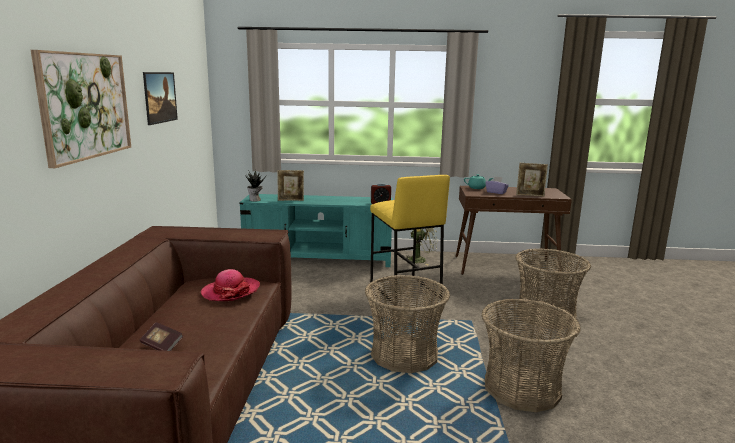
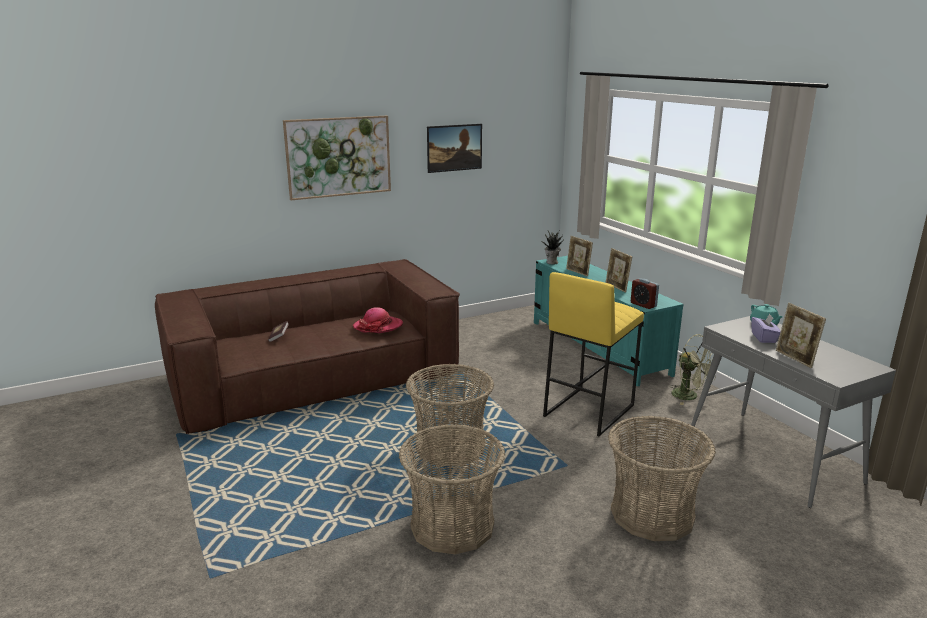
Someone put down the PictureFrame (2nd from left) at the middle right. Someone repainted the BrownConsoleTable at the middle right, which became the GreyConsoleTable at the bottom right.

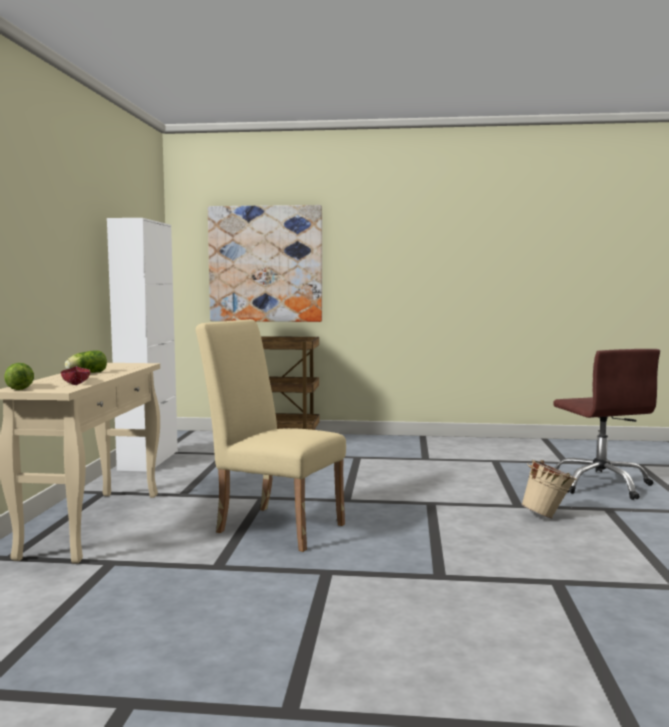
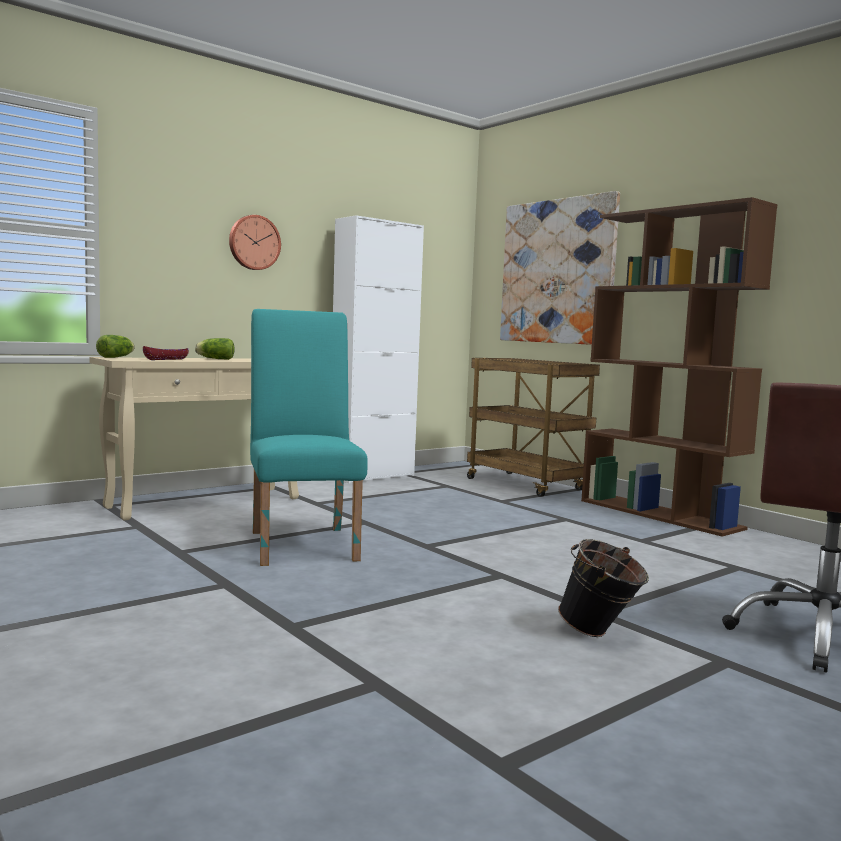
Someone put up the WallClock at the top left. Someone put down the BrownBookcase at the middle right. Someone repainted the BeigeChair at the centre, which became the TurquoiseChair at the centre. Someone repainted the BeigeBucket at the bottom right, which became the BlackBucket at the bottom right.

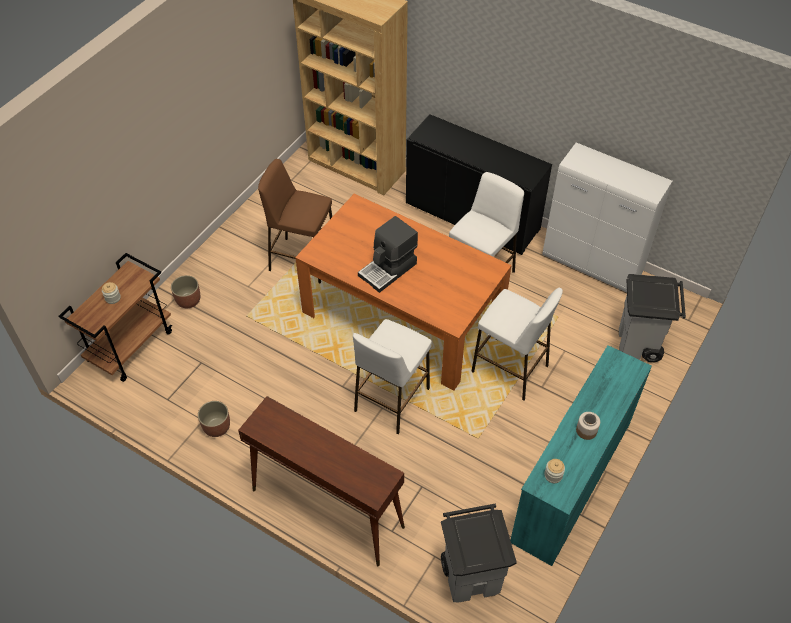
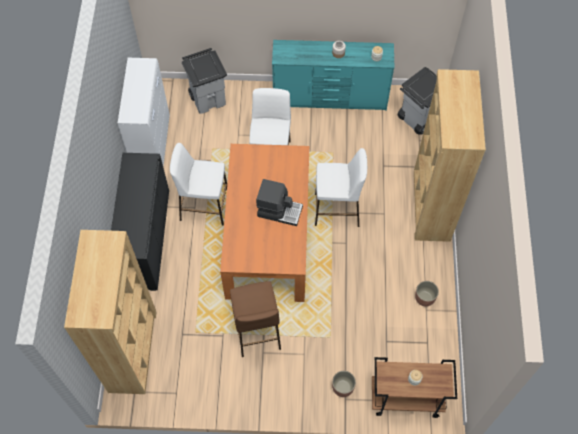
Someone swapped the BrownConsoleTable at the bottom centre for the BrownBookcase (2nd from left) at the middle right.

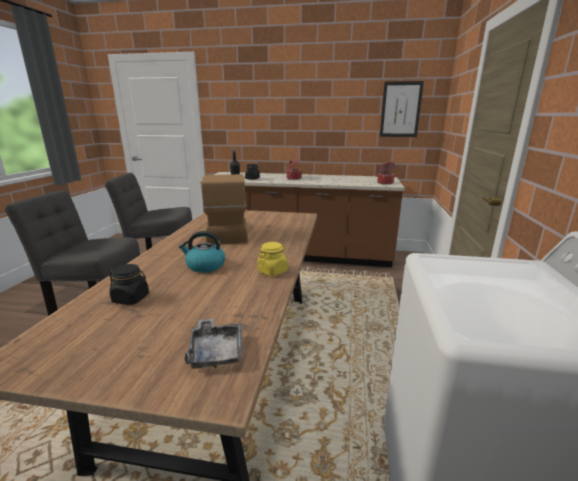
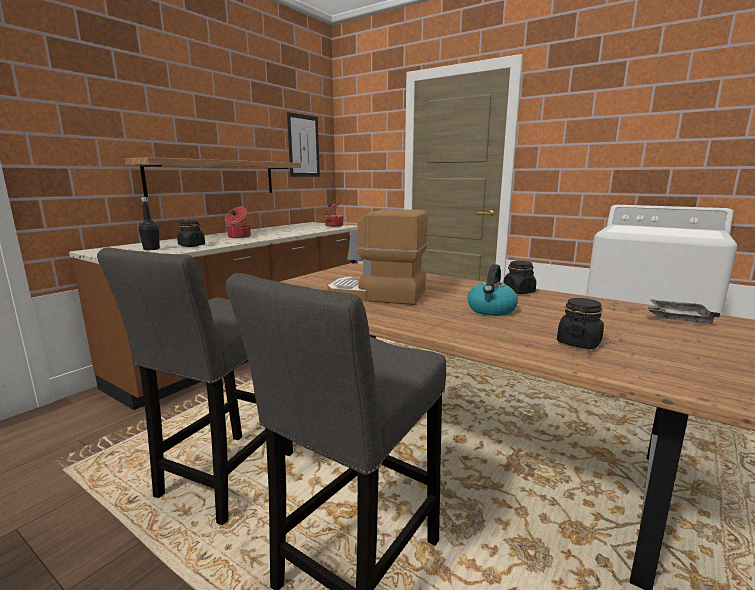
Someone put up the Shelf at the top left. Someone repainted the YellowJar at the centre, which became the BlackJar (2nd from left) at the middle right.

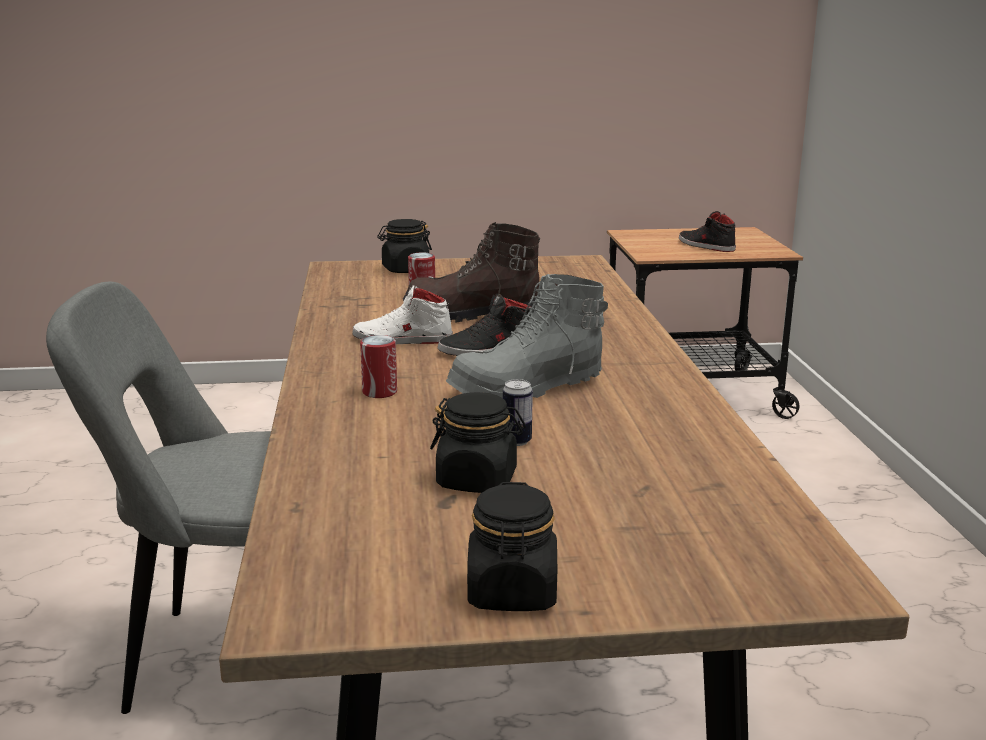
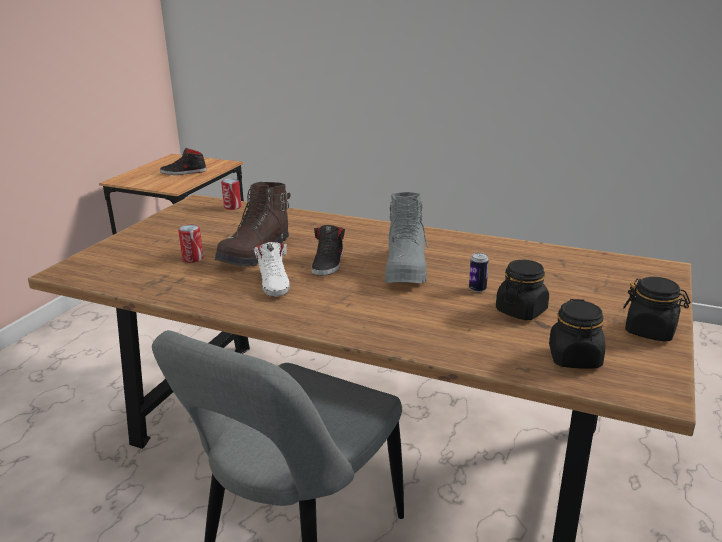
Someone carried the Can (1st from left in the first image) from the centre to the middle left. Someone carried the BlackJar (1st from left in the first image) from the top centre to the middle right. Someone rotated the WhiteShoe at the centre by 45 degrees counterclockwise.

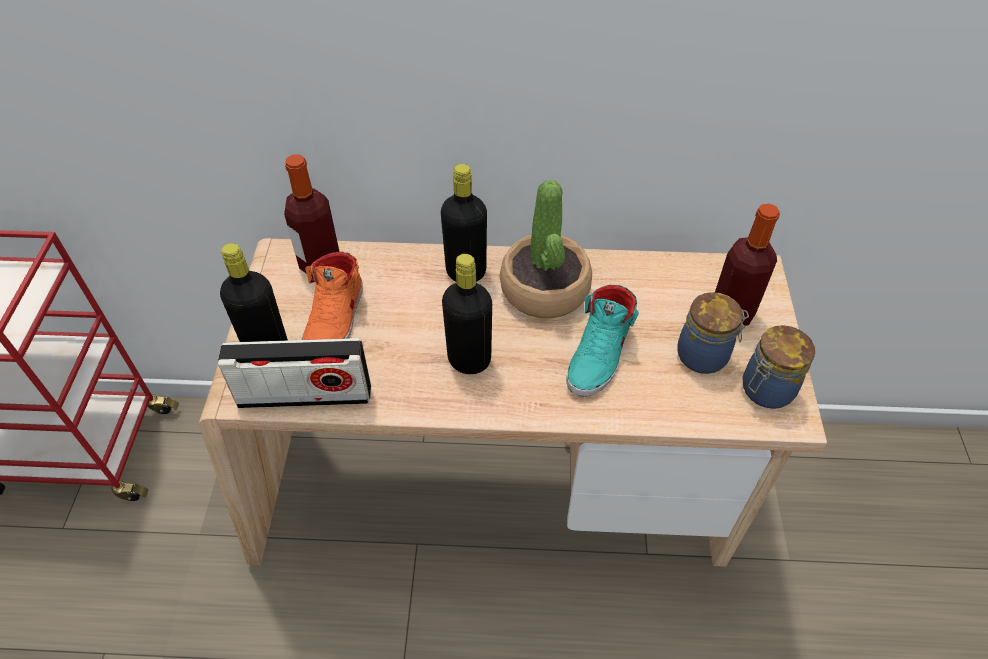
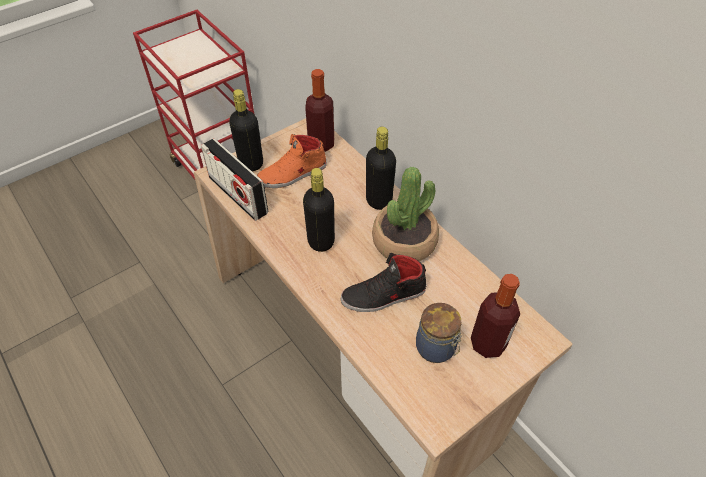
Someone took away the Jar (2nd from left) at the middle right. Someone repainted the TurquoiseShoe at the centre, which became the BlackShoe at the centre.

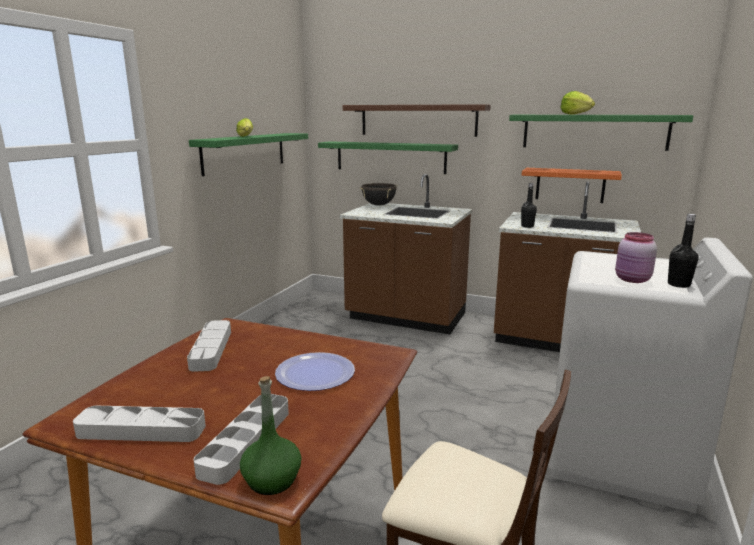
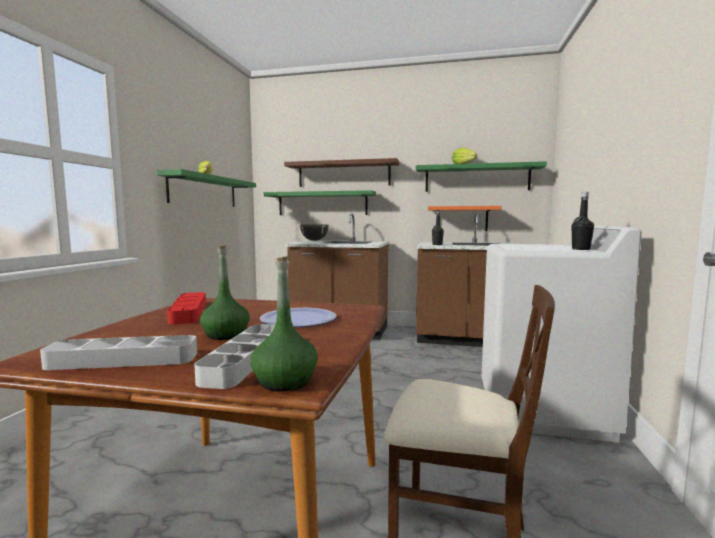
Someone took away the PinkJar at the middle right. Someone put down the GreenBottle (1st from left) at the middle left. Someone repainted the GreyTray (2nd from left) at the middle left, which became the RedTray at the middle left.

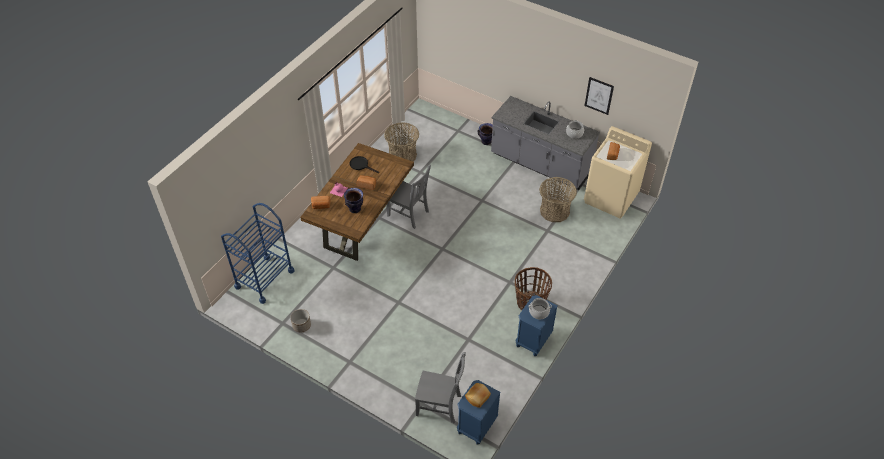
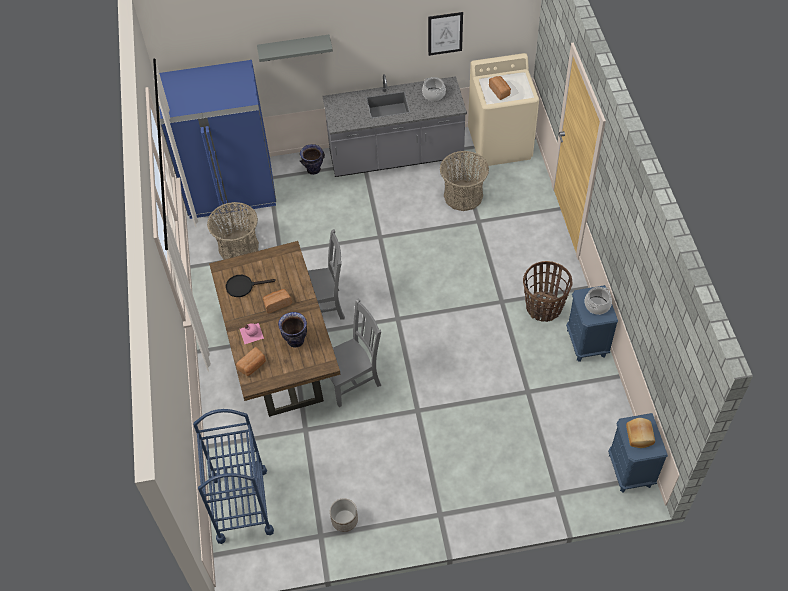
Someone put down the BlueFridge at the top left. Someone put up the GreyShelf at the top centre. Someone carried the GreyChair (2nd from left) from the bottom centre to the centre.

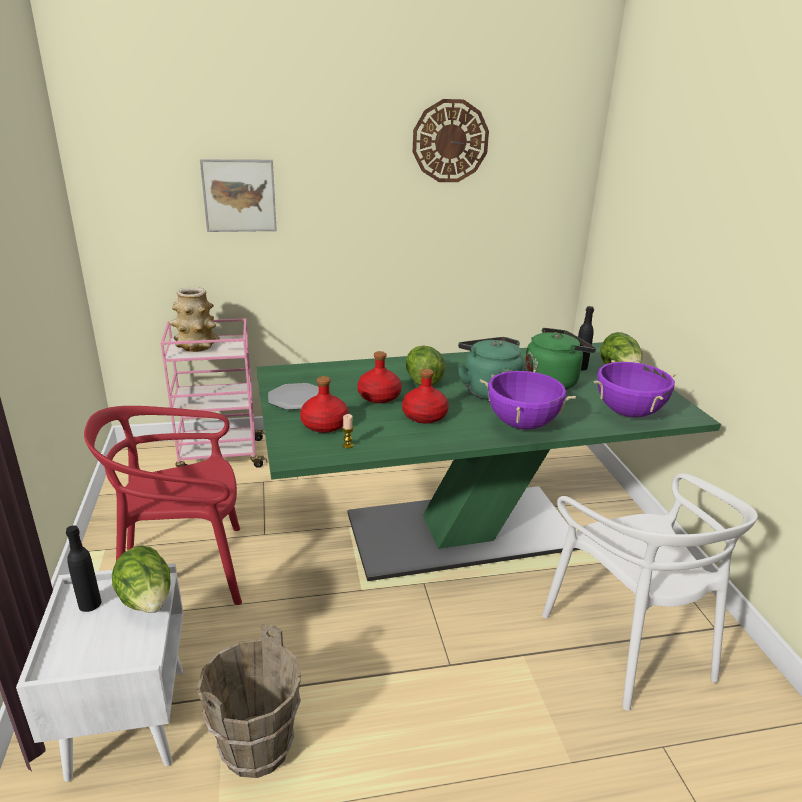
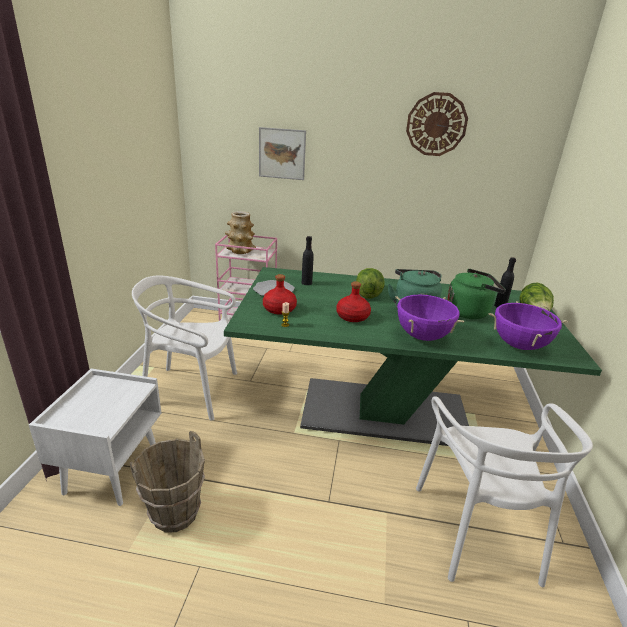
Someone took away the Lettuce (1st from left) at the bottom left. Someone took away the RedBottle (2nd from left) at the centre. Someone carried the BlackBottle (1st from left) from the bottom left to the centre. Someone repainted the RedChair at the middle left, which became the WhiteChair (1st from left) at the middle left.

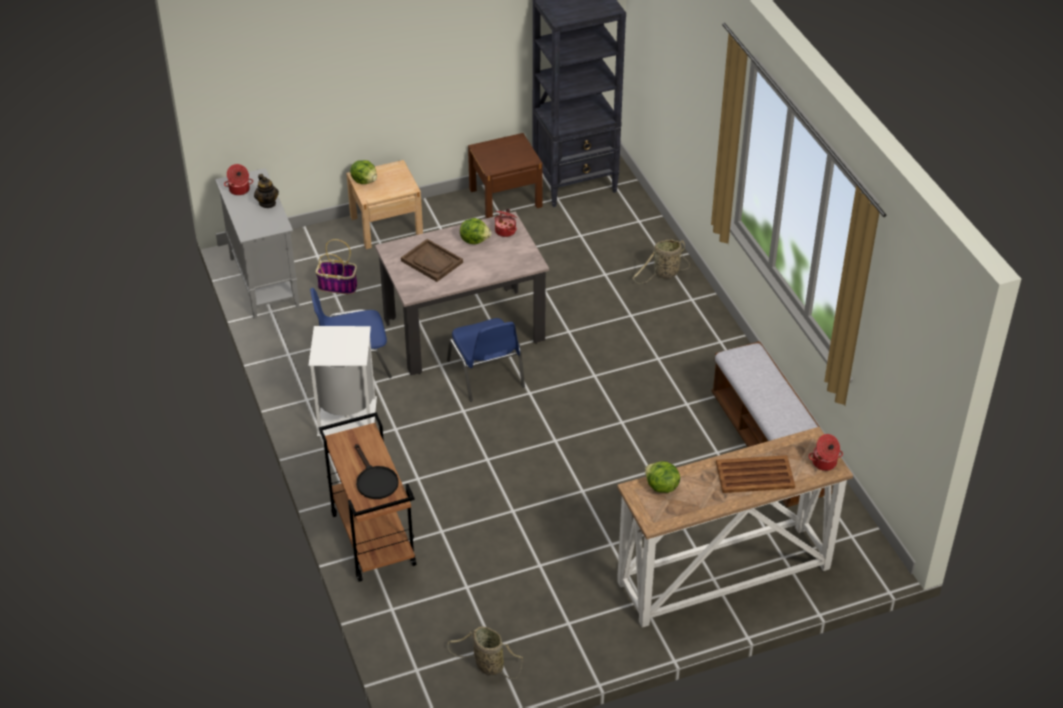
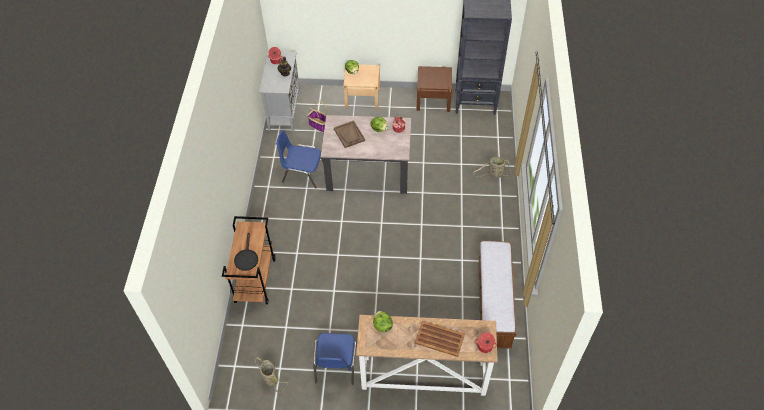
Someone took away the WhiteTrashCan at the middle left. Someone carried the BlueChair (2nd from left) from the centre to the bottom centre.

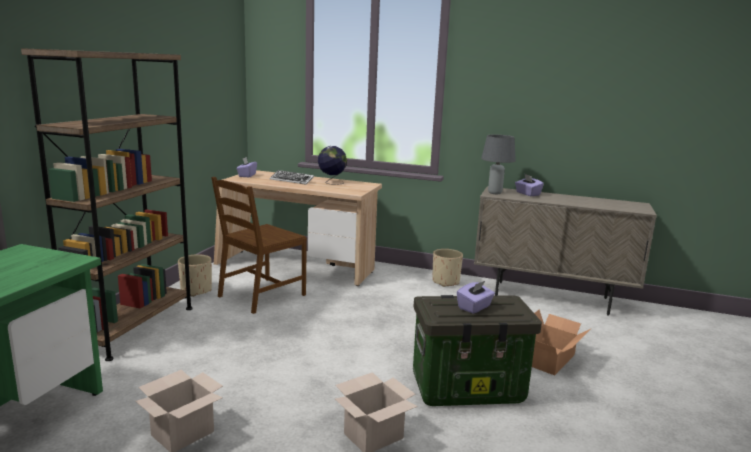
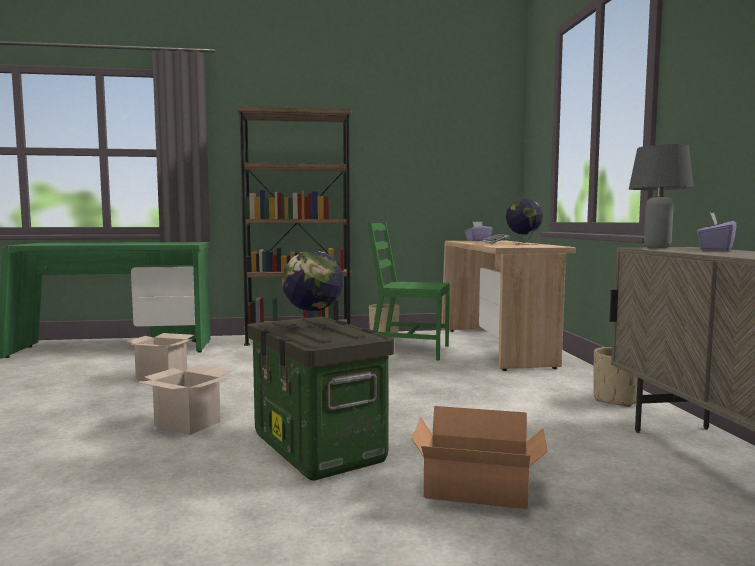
Someone swapped the PurpleTissueBox (2nd from left) at the centre for the Globe (1st from left) at the centre. Someone repainted the BrownChair at the centre, which became the GreenChair at the centre.

